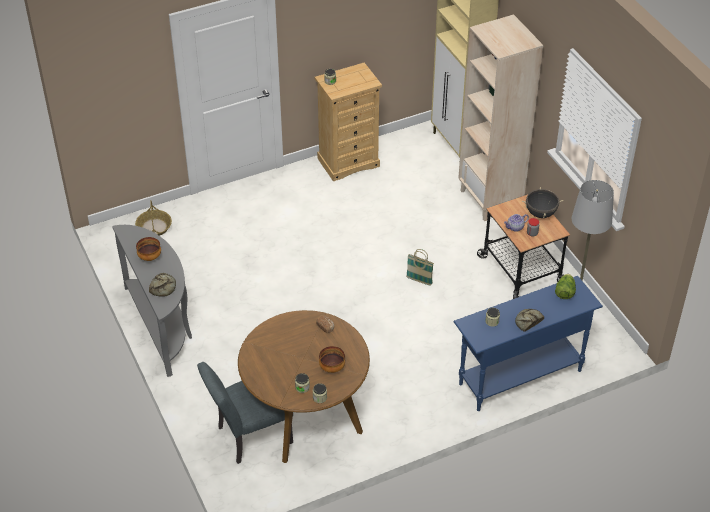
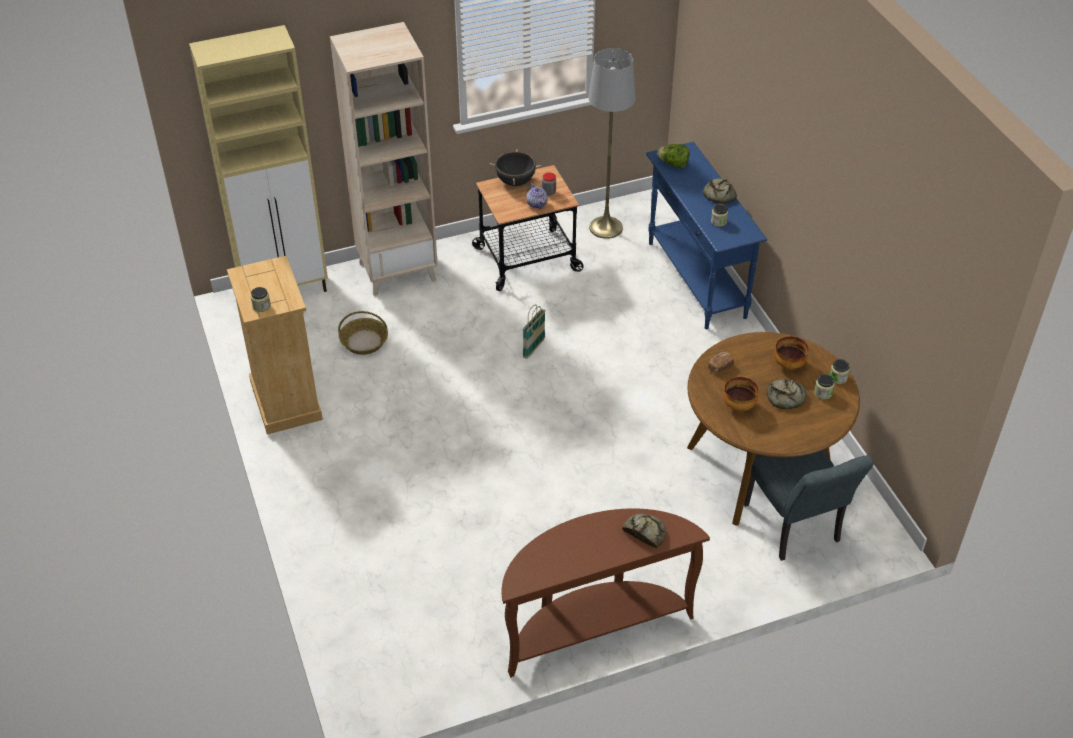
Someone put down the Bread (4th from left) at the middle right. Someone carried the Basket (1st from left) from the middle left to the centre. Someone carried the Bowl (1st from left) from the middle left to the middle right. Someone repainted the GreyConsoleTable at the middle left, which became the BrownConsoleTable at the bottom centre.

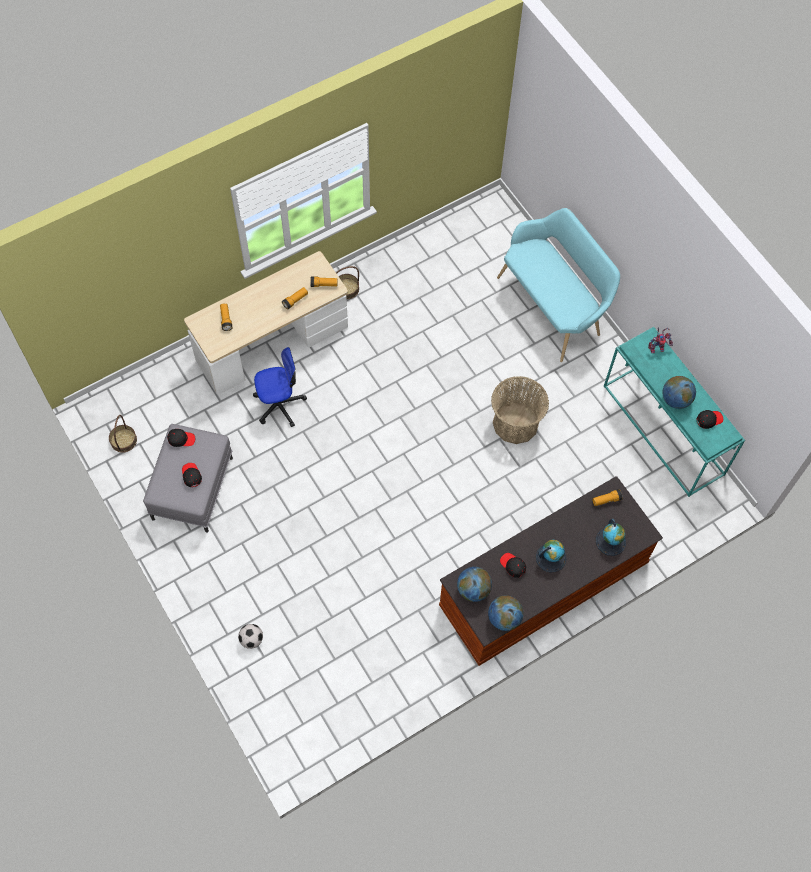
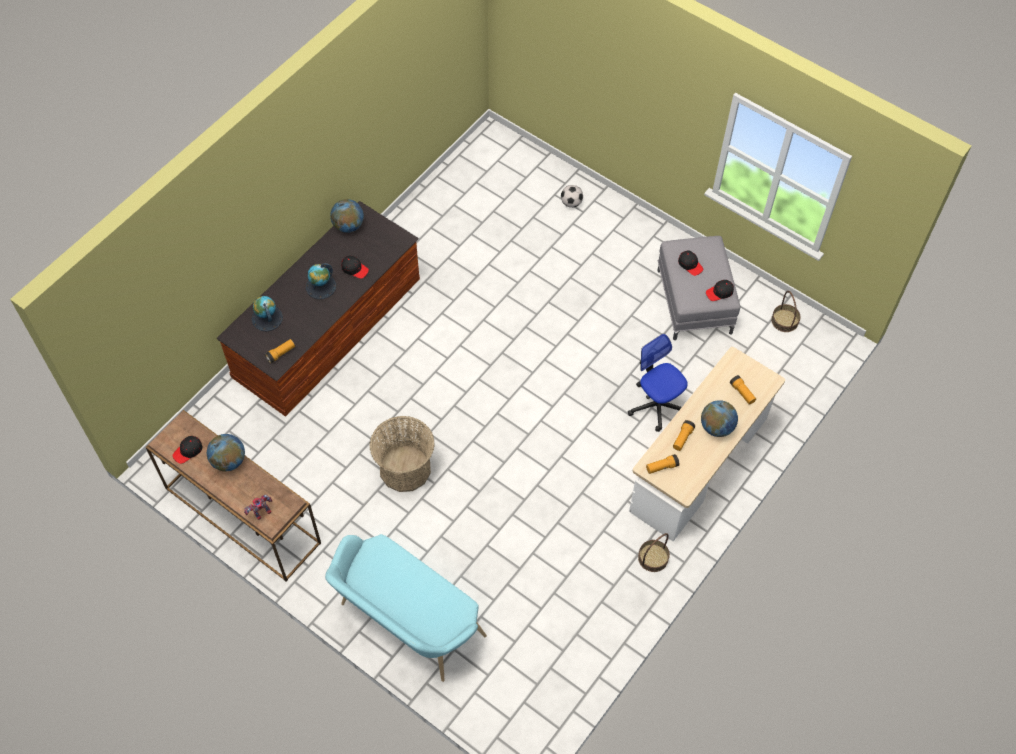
Someone carried the Globe (1st from left in the first image) from the bottom centre to the middle right. Someone repainted the TurquoiseConsoleTable at the middle right, which became the BrownConsoleTable at the middle left. Someone rotated the OfficeChair at the centre by 90 degrees clockwise.

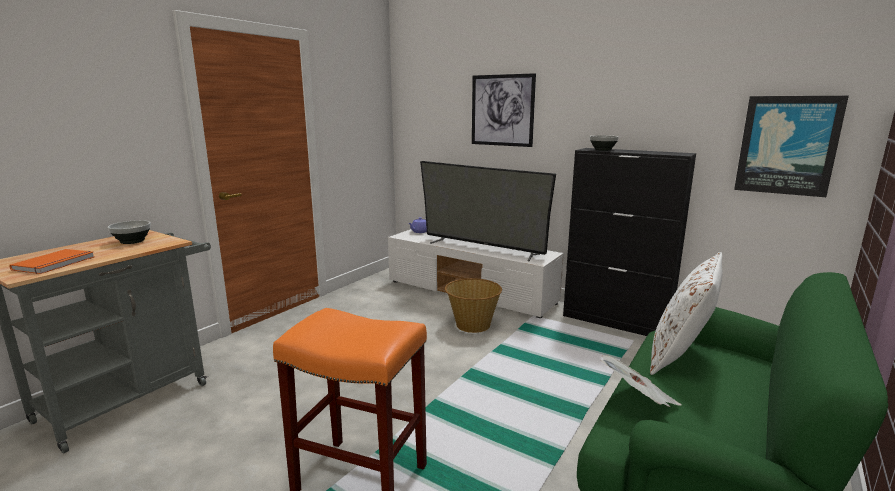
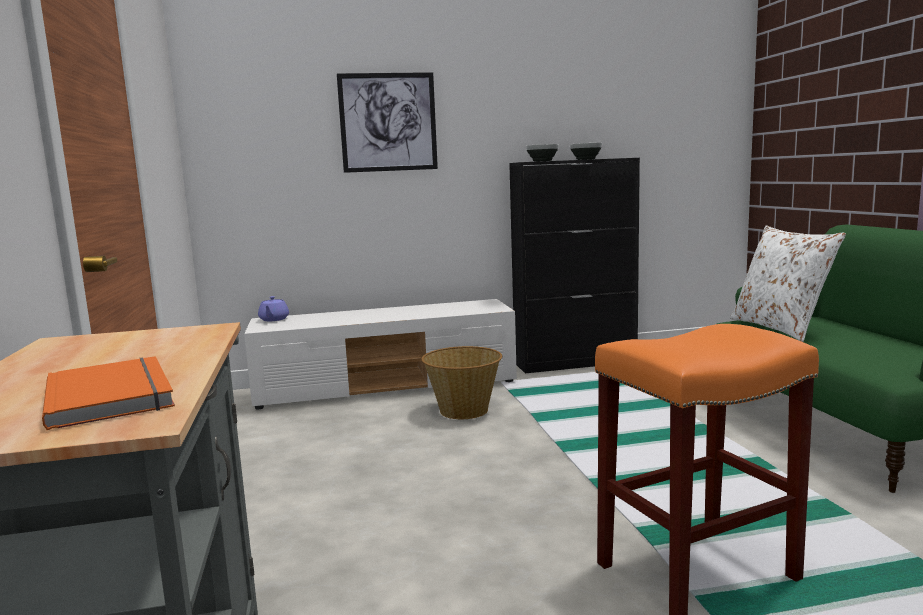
Someone took away the Television at the centre. Someone took away the Newspaper at the bottom right. Someone took away the Picture (2nd from left) at the top right. Someone carried the Bowl (1st from left in the first image) from the middle left to the top centre.

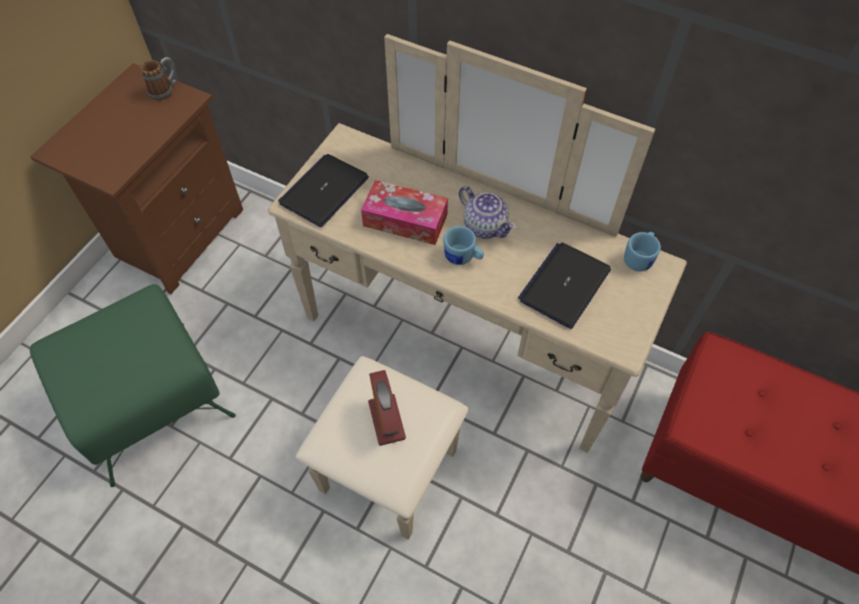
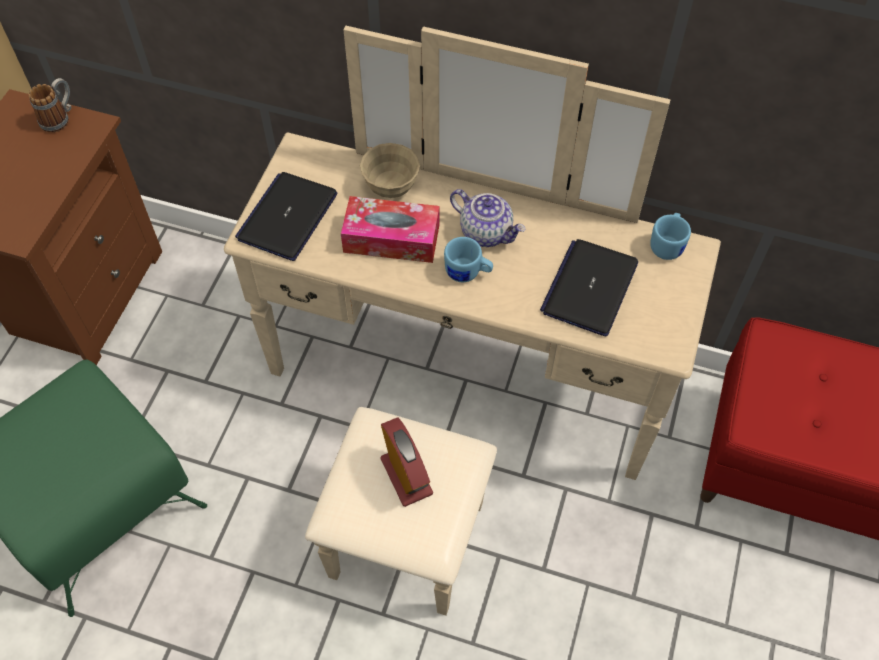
Someone put down the BeigeBowl at the top centre.

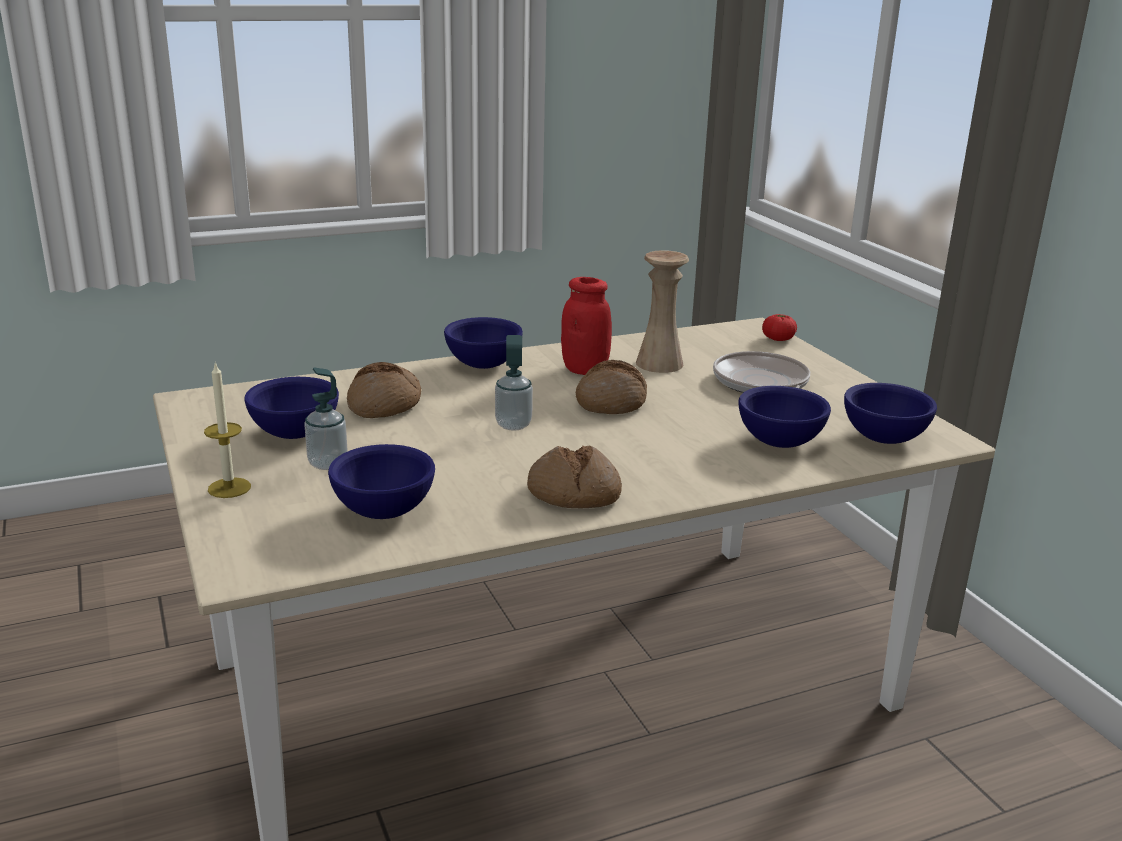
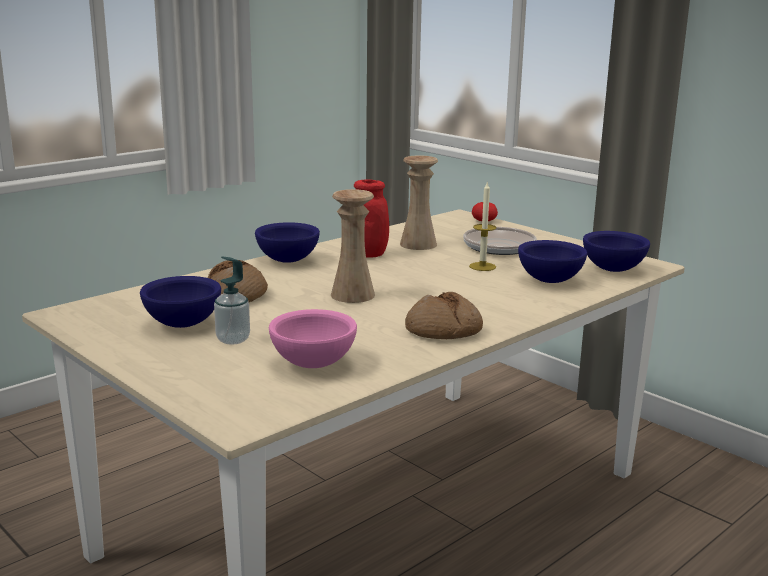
Someone took away the Bread (3rd from left) at the centre. Someone carried the Candle from the middle left to the centre. Someone swapped the SoapDispenser (2nd from left) at the centre for the BeigeVase (1st from left) at the centre. Someone repainted the BlueBowl (2nd from left) at the centre, which became the PinkBowl at the centre.

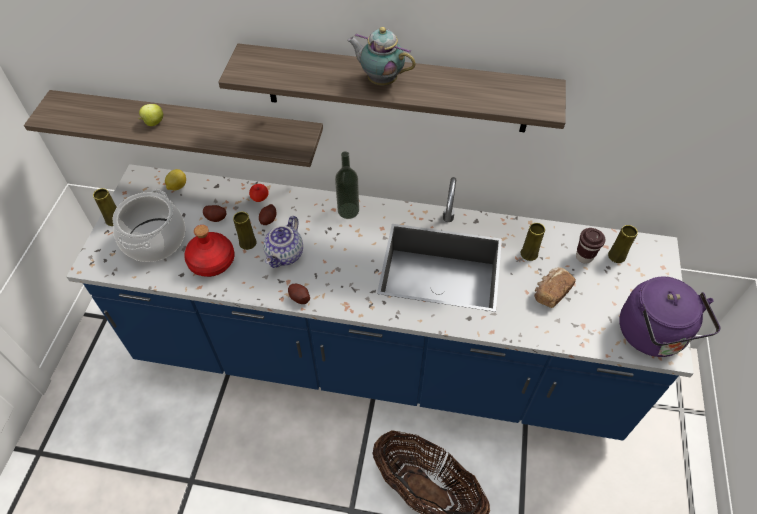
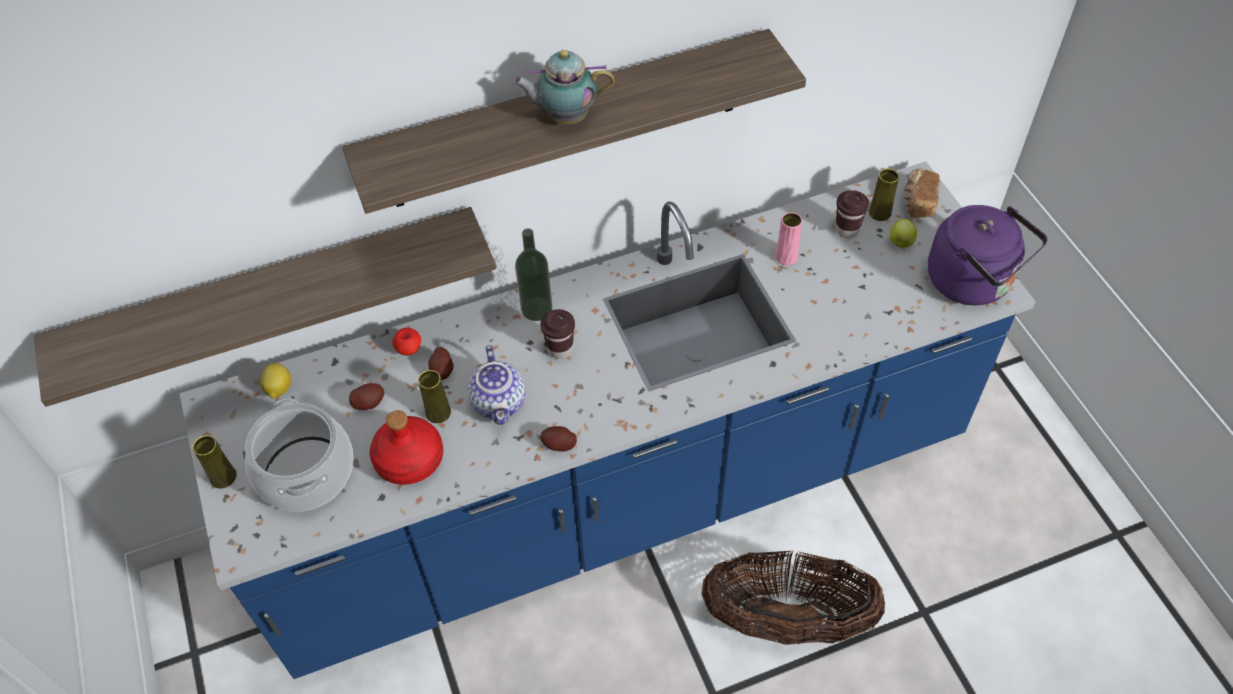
Someone put down the BrownCup (1st from left) at the centre. Someone carried the Apple (1st from left in the first image) from the top left to the middle right. Someone carried the Bread from the middle right to the top right. Someone repainted the YellowVase (3rd from left) at the middle right, which became the PinkVase at the centre.

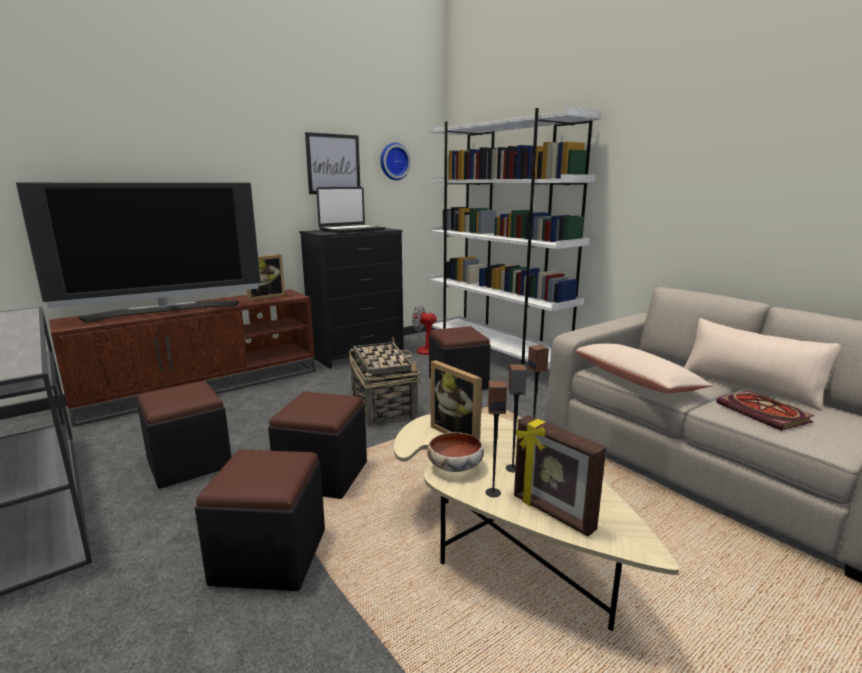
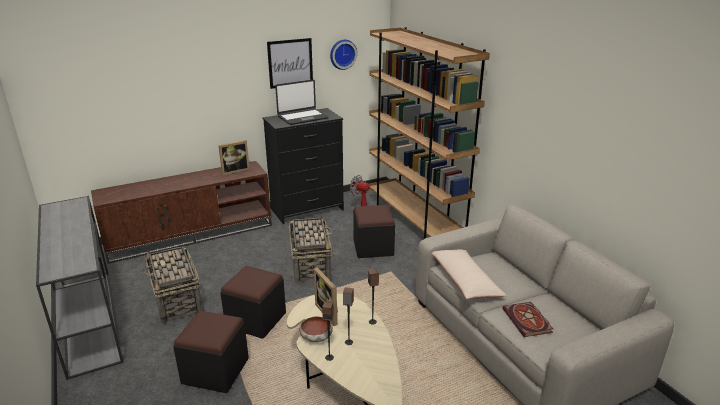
Someone took away the Television at the middle left. Someone took away the PictureFrame (3rd from left) at the bottom centre. Someone took away the BeigePillow (2nd from left) at the middle right. Someone swapped the BlackOttoman (1st from left) at the middle left for the Basket (1st from left) at the bottom left. Someone repainted the WhiteBookcase at the centre, which became the BrownBookcase at the top centre.

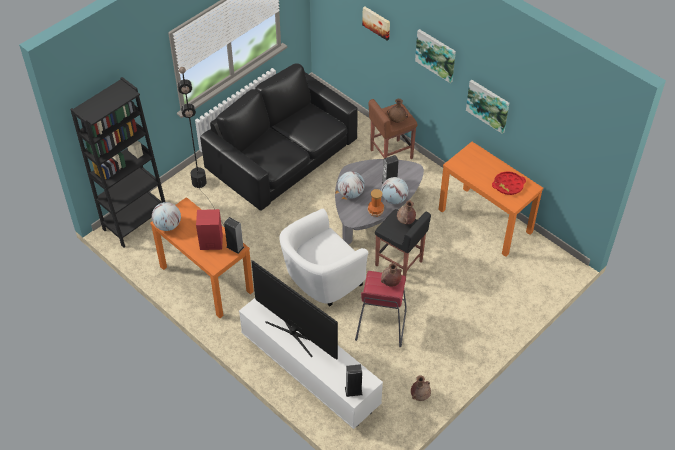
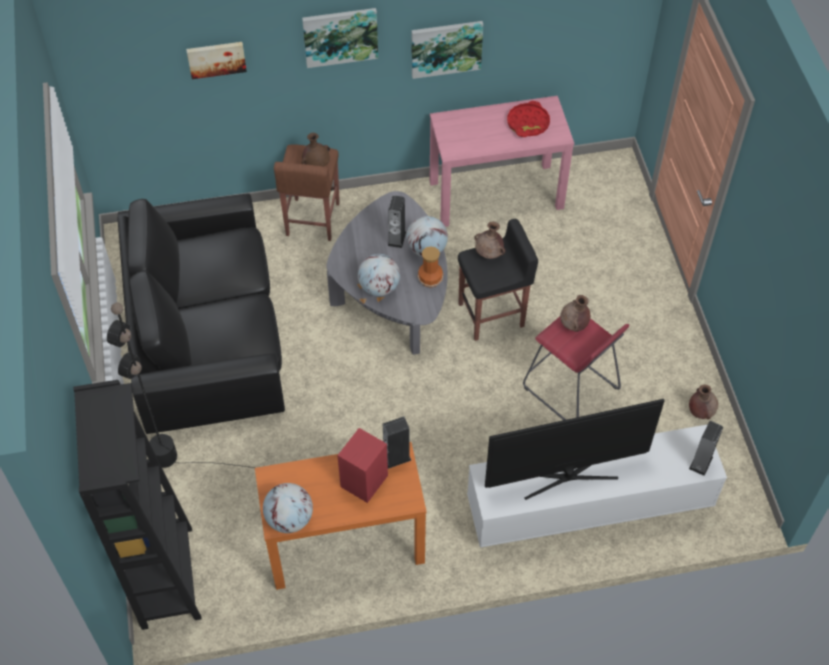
Someone took away the WhiteArmchair at the centre. Someone repainted the OrangeConsoleTable (2nd from left) at the middle right, which became the PinkConsoleTable at the top centre.

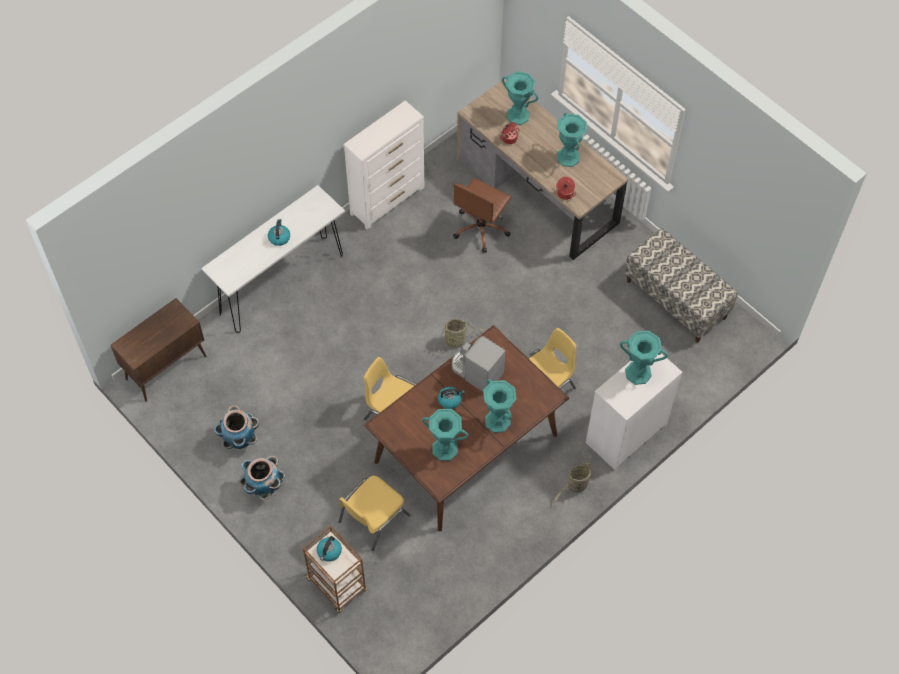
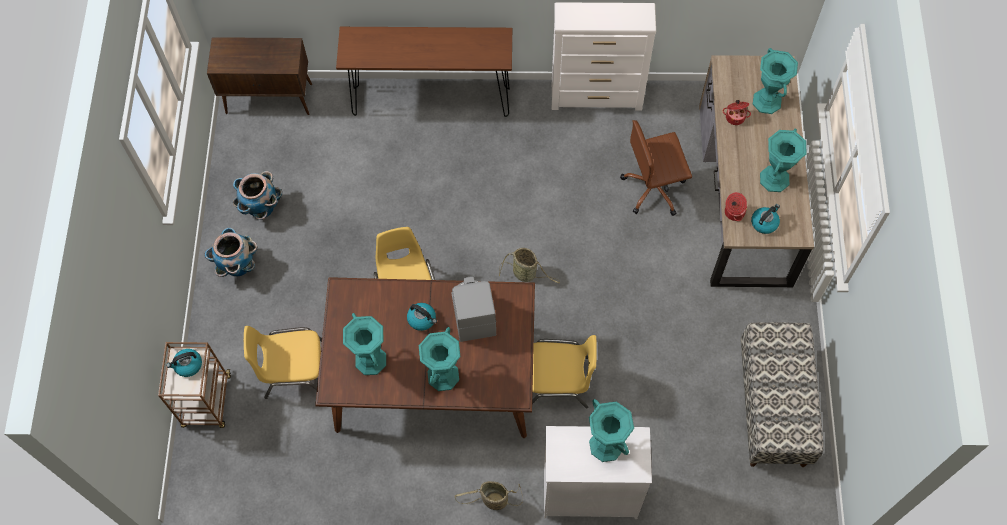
Someone carried the Kettle (1st from left in the first image) from the middle left to the middle right. Someone repainted the WhiteConsoleTable at the middle left, which became the BrownConsoleTable at the top centre.

